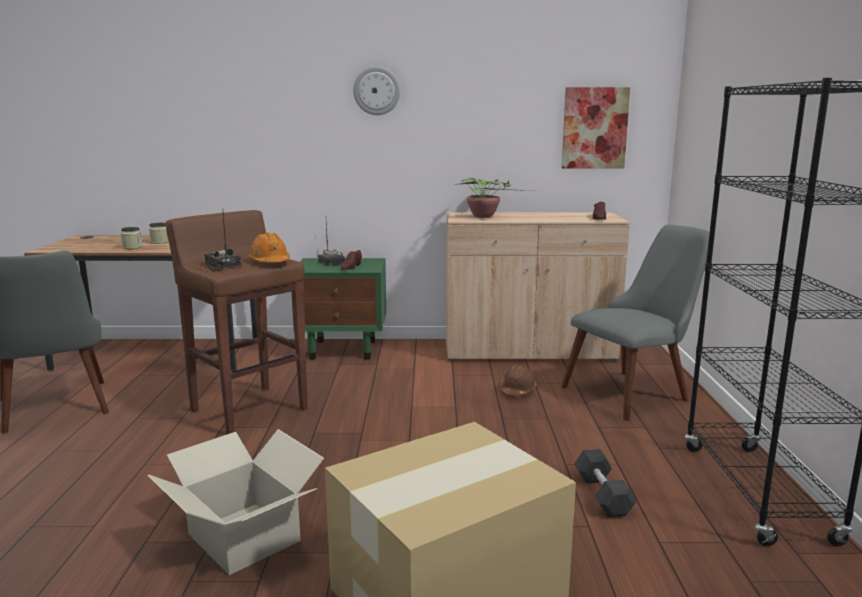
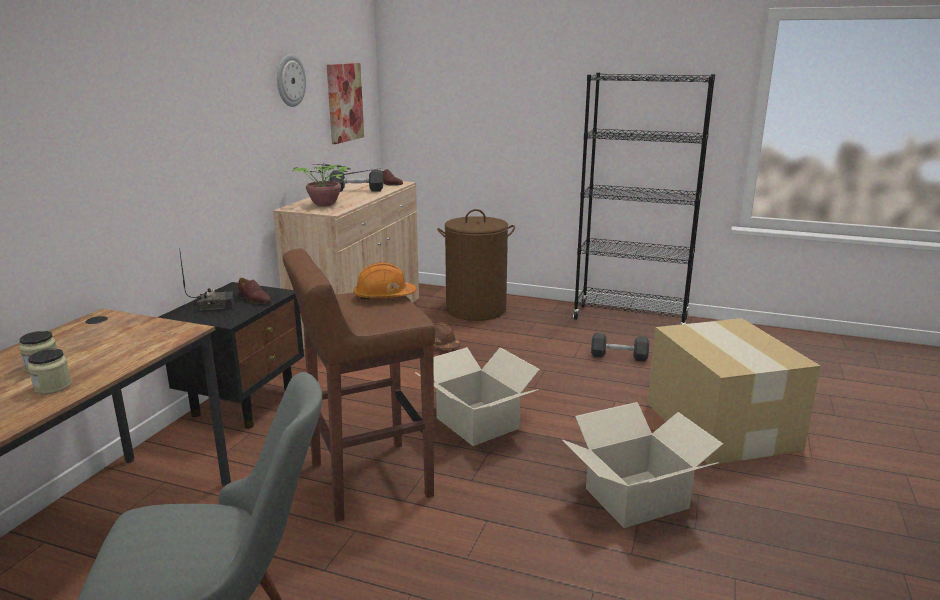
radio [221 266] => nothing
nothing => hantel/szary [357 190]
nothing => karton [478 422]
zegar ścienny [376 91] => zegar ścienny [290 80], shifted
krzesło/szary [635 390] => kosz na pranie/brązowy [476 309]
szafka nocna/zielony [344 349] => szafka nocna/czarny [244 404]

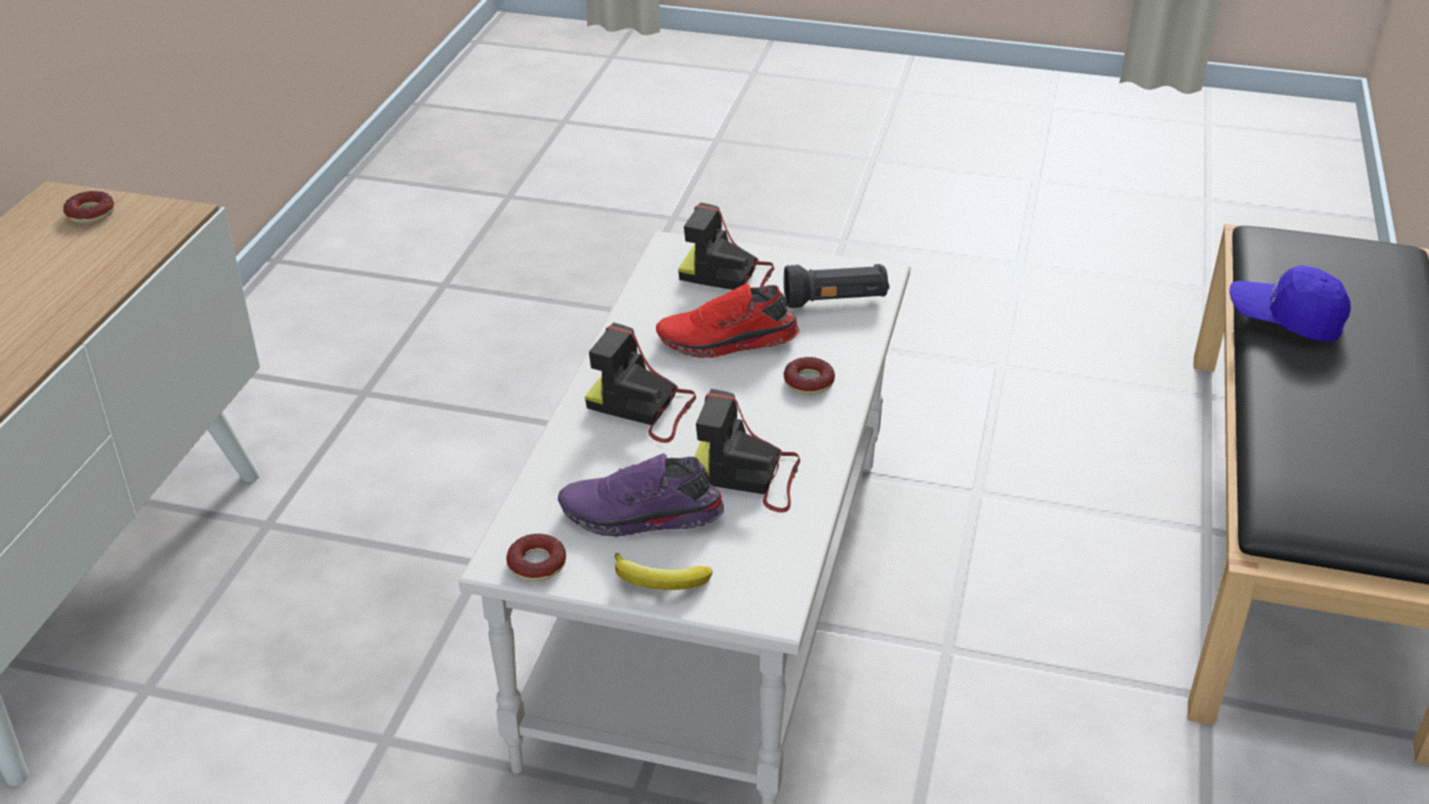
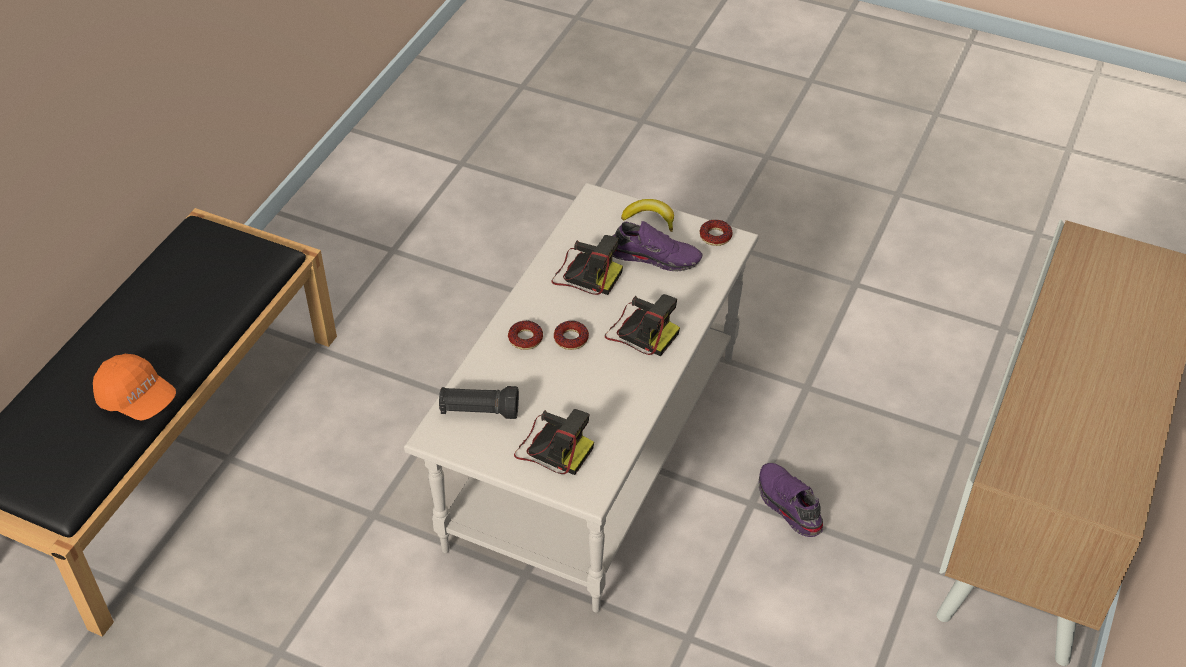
but/czerwony [727 342] => nothing
nothing => but/fioletowy [787 505]
donut [90 213] => donut [571 338], shifted
czapka z daszkiem/niebieski [1285 320] => czapka z daszkiem/pomarańczowy [137 399]

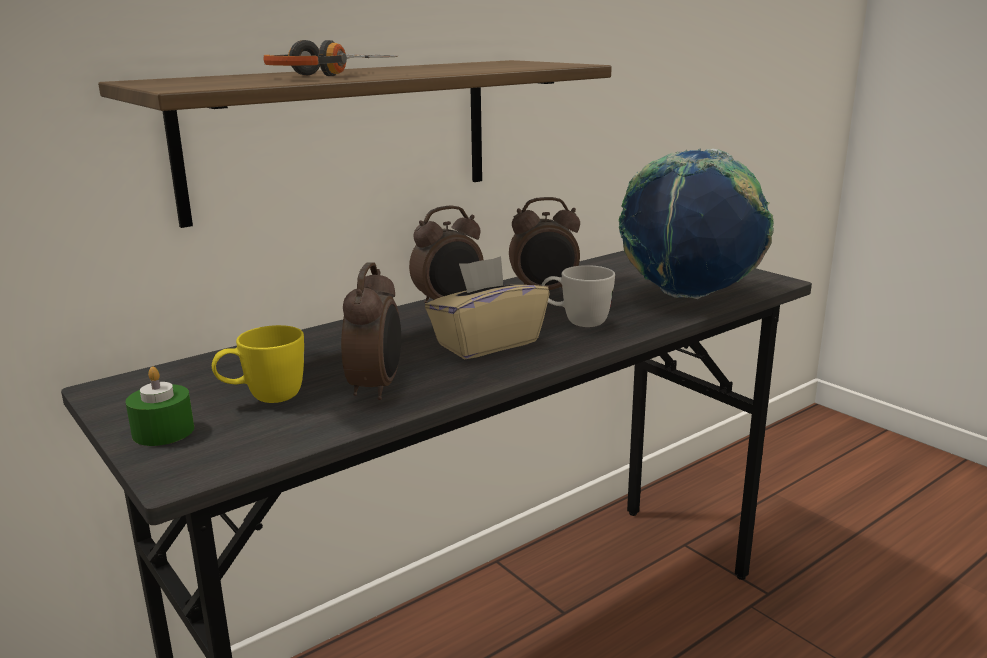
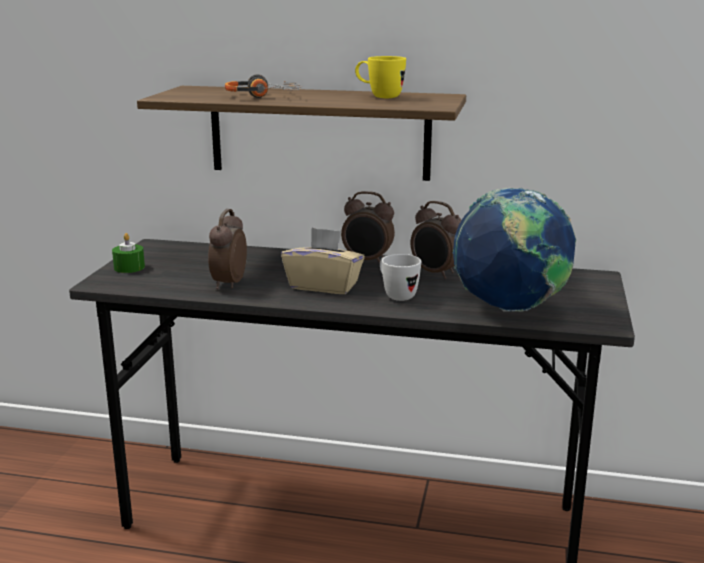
kubek/żółty [264 399] => kubek/żółty [379 97], shifted
budzik [377 387] => budzik [228 284], 135 degrees clockwise

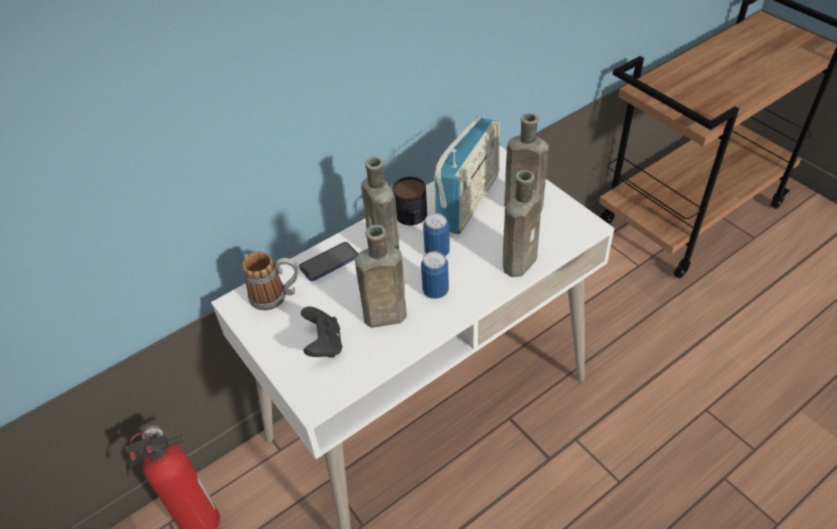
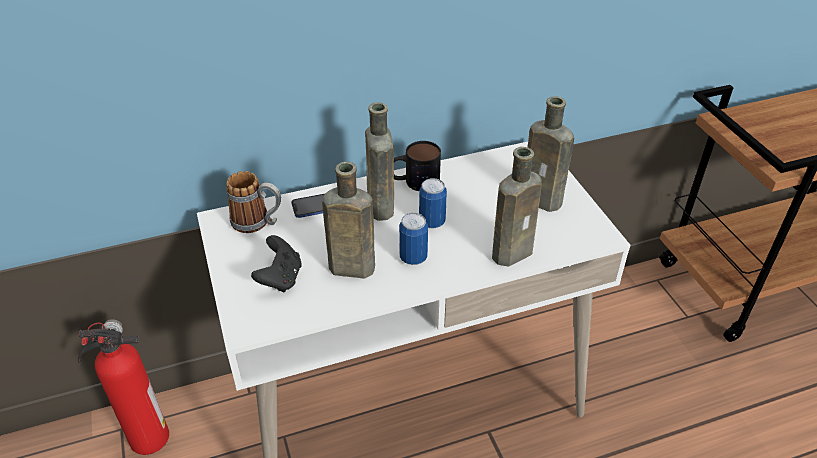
radio [468 201] => nothing

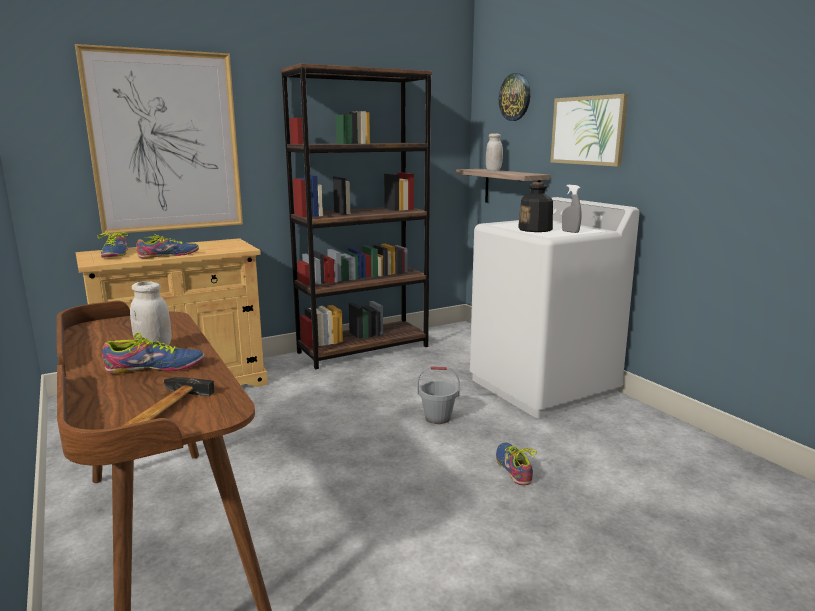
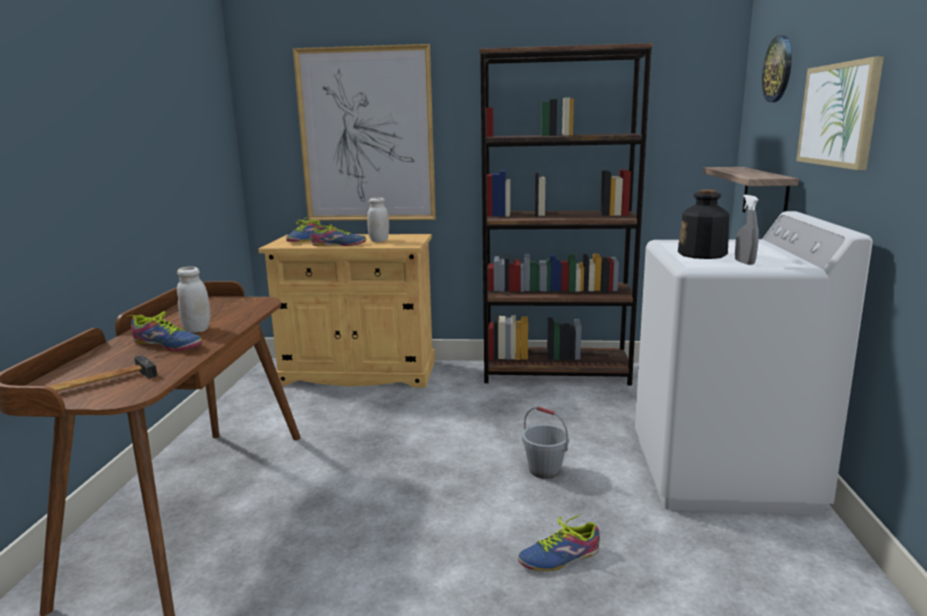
słoik/biały [493 170] => słoik/biały [379 241], shifted
but [513 468] => but [560 557], 135 degrees counterclockwise

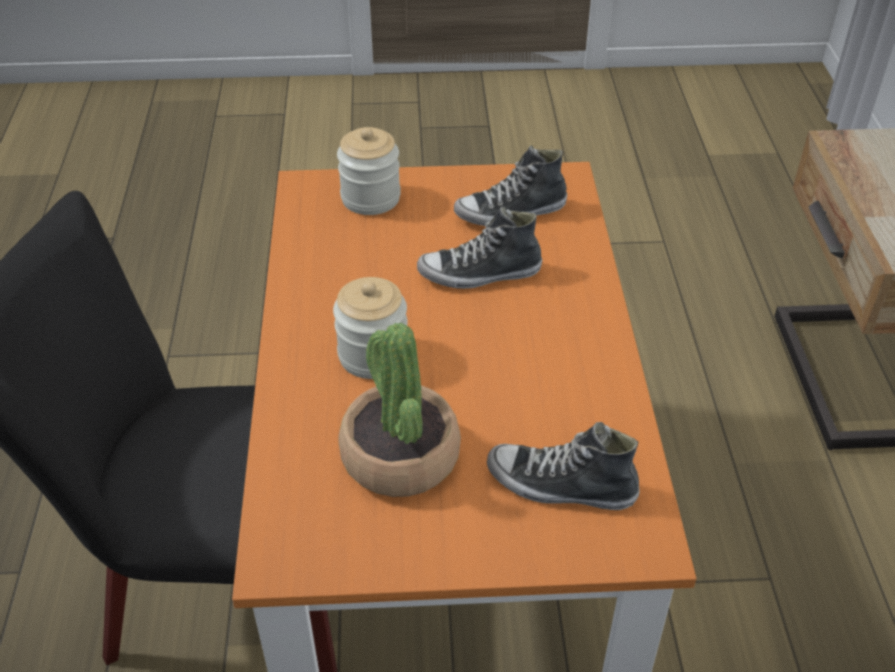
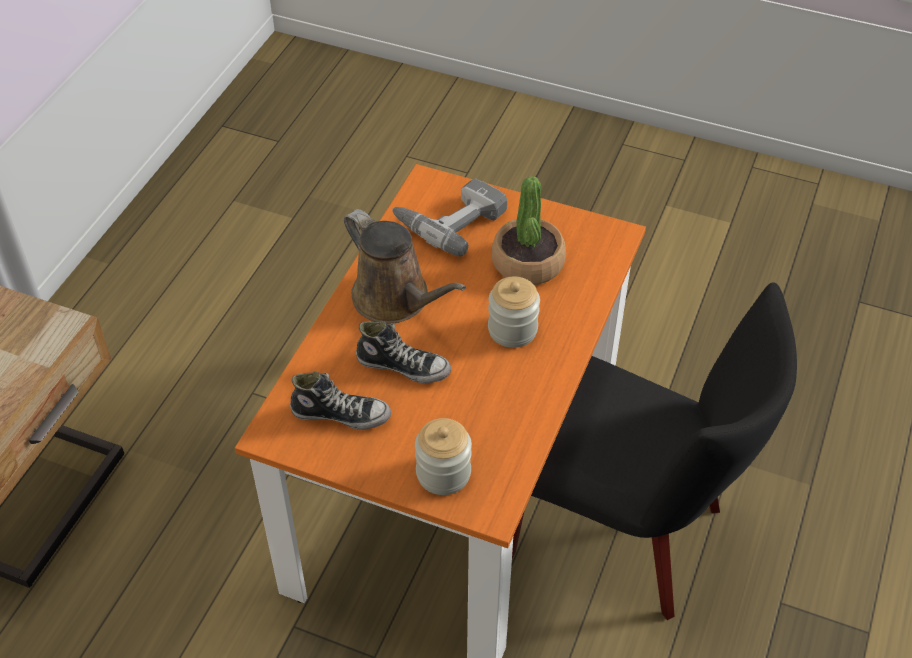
nothing => konewka/brązowy [396 299]
but [560 486] => wiertarka [450 219]

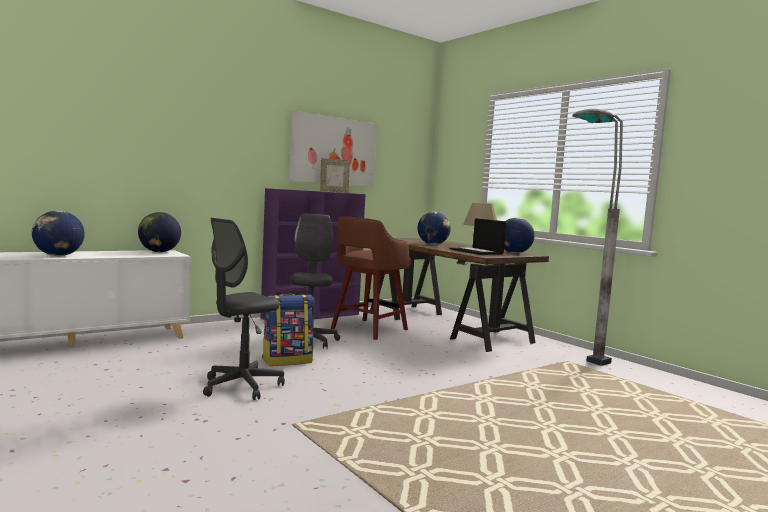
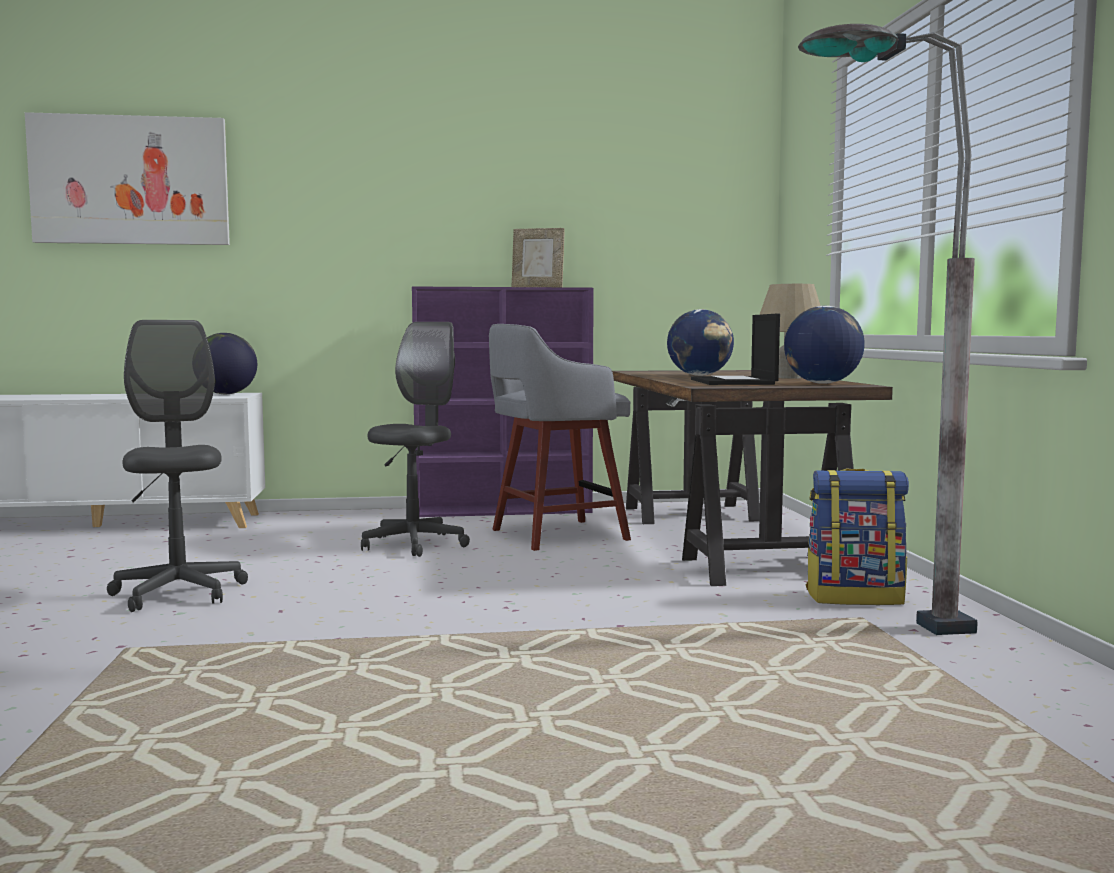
globus [58 256] => nothing
plecak [287 360] => plecak [855 597], shifted
obraz [333 151] => obraz [130 180], shifted
stołek/brązowy [367 329] => stołek/szary [555 535]
krzesło biurowe/szary [241 386] => krzesło biurowe/szary [178 593], 90 degrees clockwise

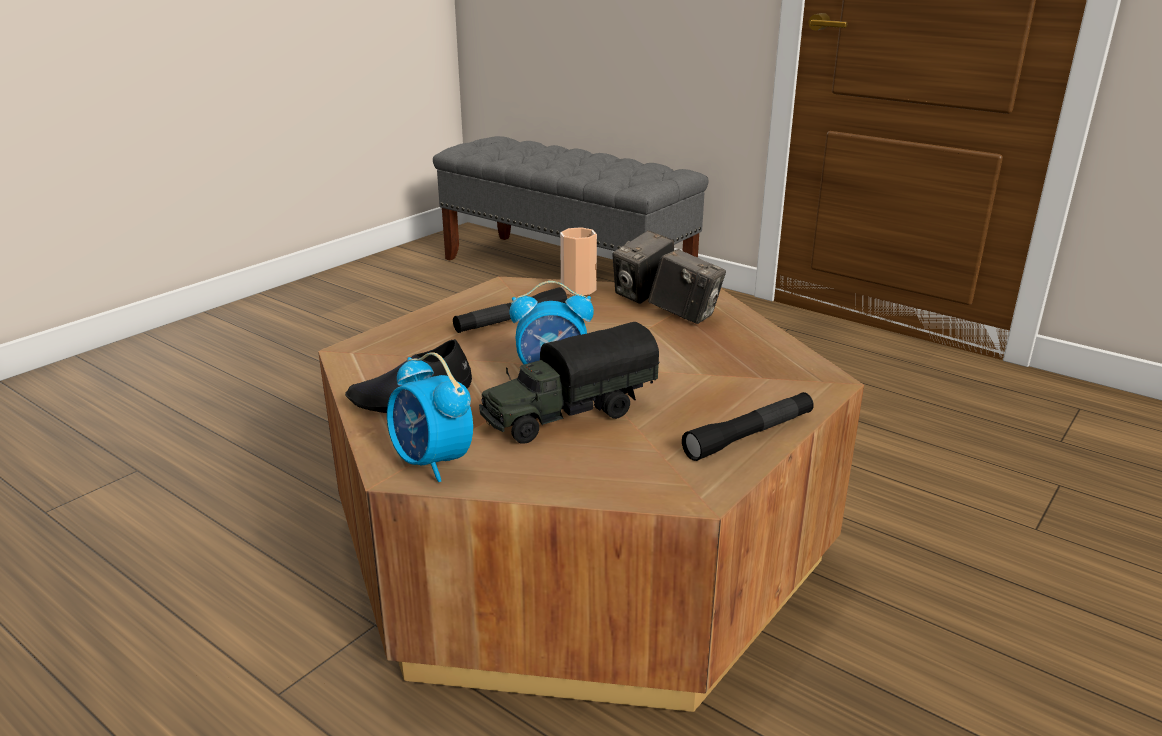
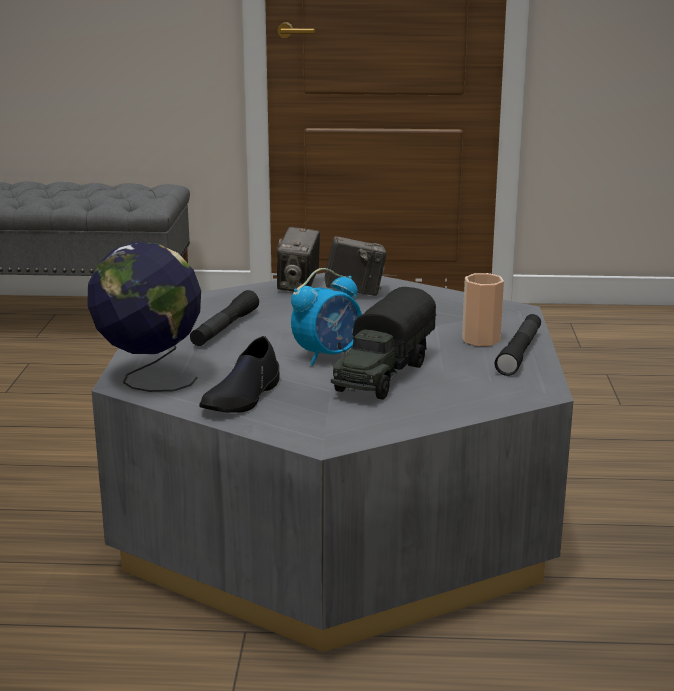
budzik [432 463] => nothing
nothing => globus [149 378]
filiżanka [578 289] => filiżanka [481 339], shifted
ława/brązowy [581 542] => ława/szary [337 516]

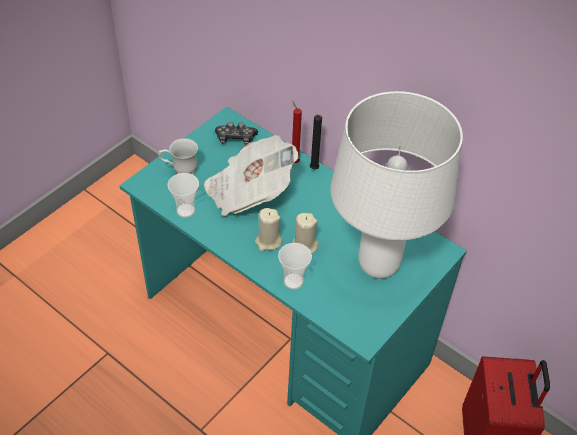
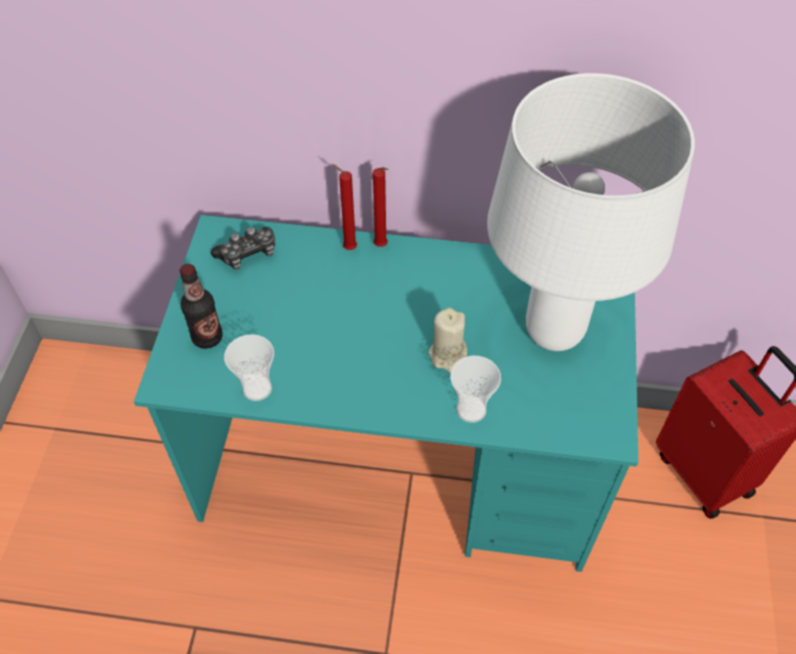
gazeta [249 191] => nothing
świeca/beżowy [268 241] => nothing
kubek/biały [180 172] => butelka [207 337]
świeca/czarny [314 170] => świeca/czerwony [382 247]

